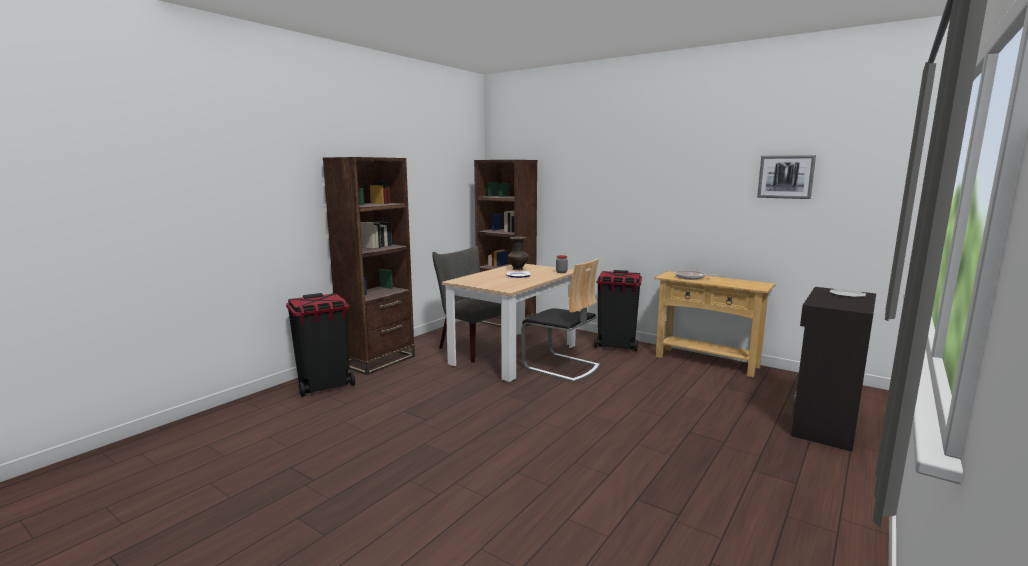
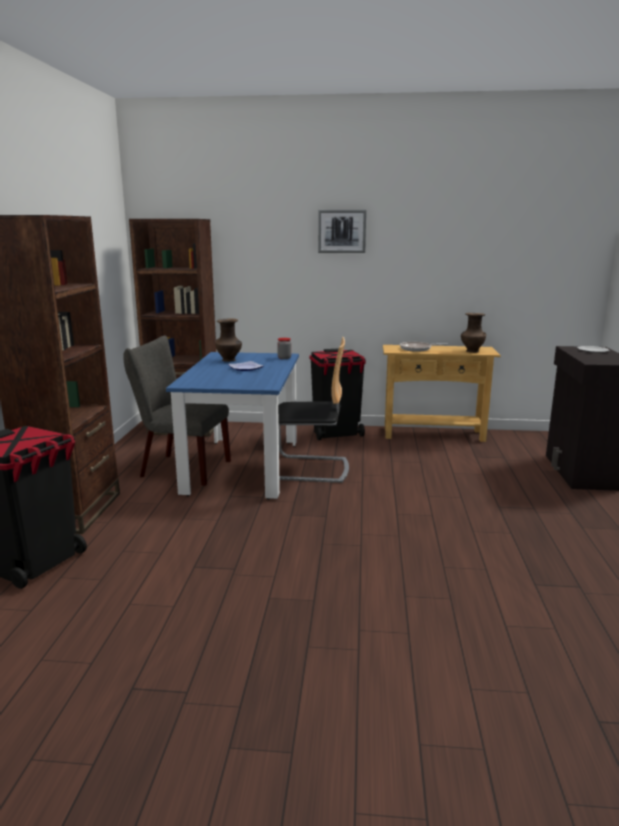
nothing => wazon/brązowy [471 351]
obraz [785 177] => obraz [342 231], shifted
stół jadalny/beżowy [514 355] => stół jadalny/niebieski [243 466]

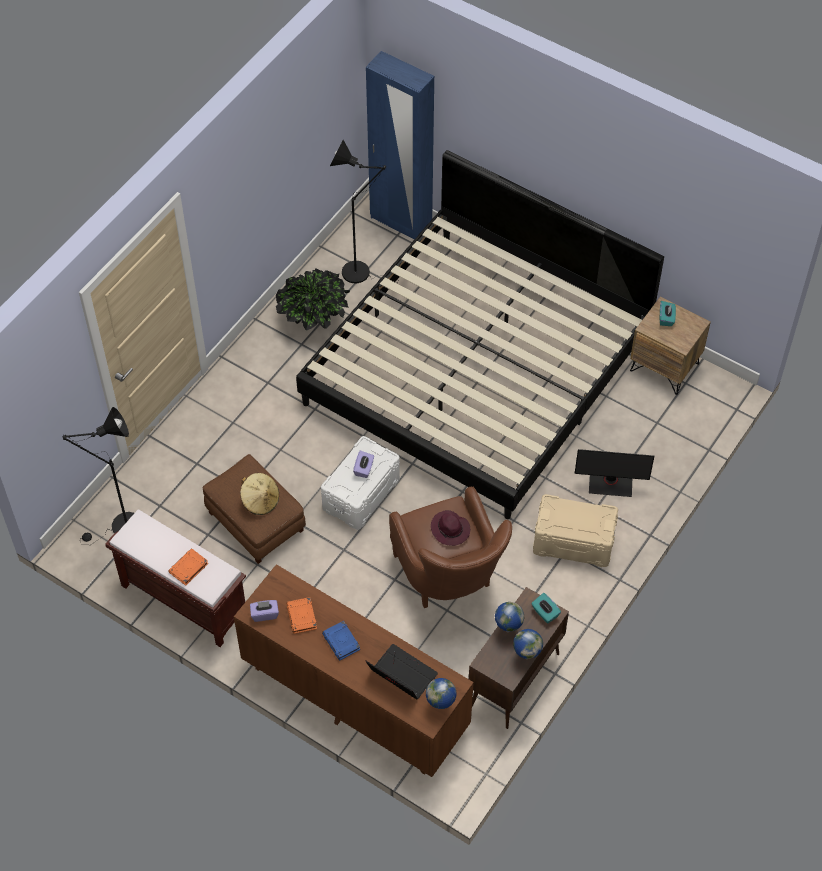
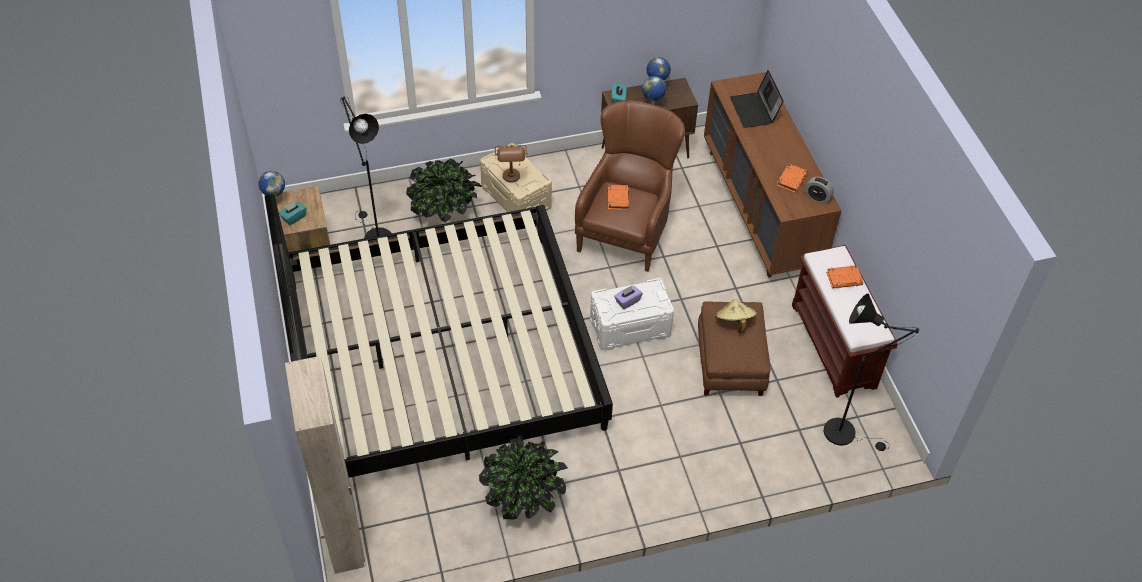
książka/niebieski [341 642] => nothing
nothing => lampa stołowa/brązowy [512 180]
lampa stojąca/czarny [361 273] => lampa stojąca/czarny [375 235], shifted
globus [441 706] => globus [275 200], shifted
pudełko chusteczek/fioletowy [264 614] => budzik [817 197]
kapelusz/fioletowy [450 530] => książka/pomarańczowy [618 199]
monitor [610 482] => roślina doniczkowa [446 213]
szafa/niebieski [400 223] => szafa/beżowy [345 538]

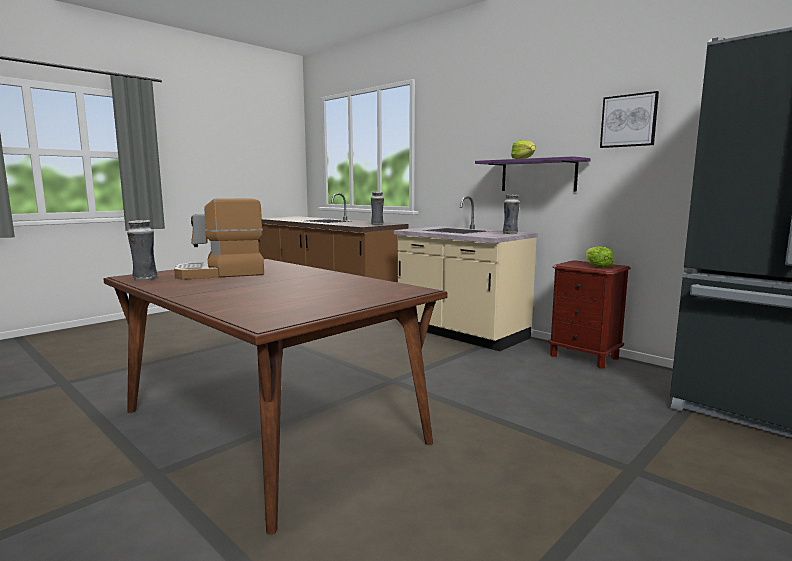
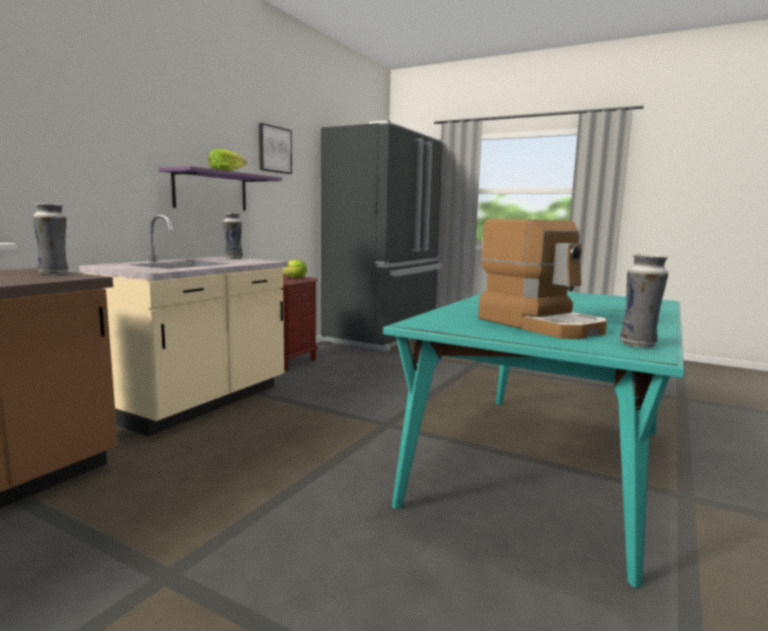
stół jadalny/brązowy [272 426] => stół jadalny/turkusowy [543 463]

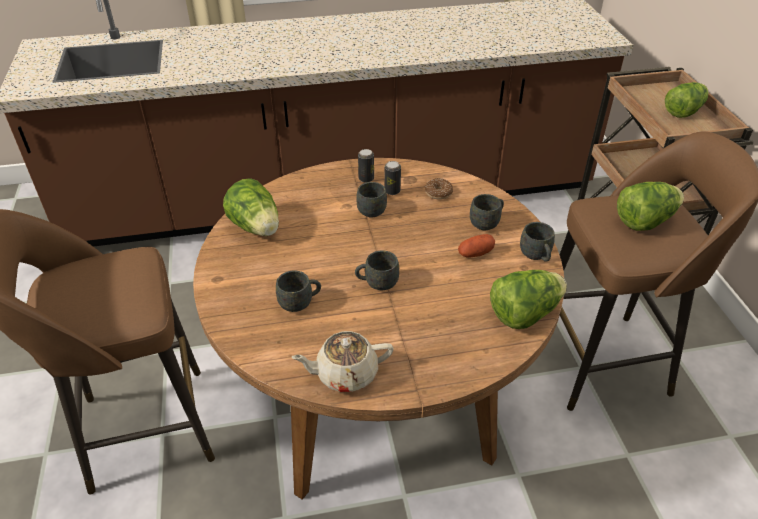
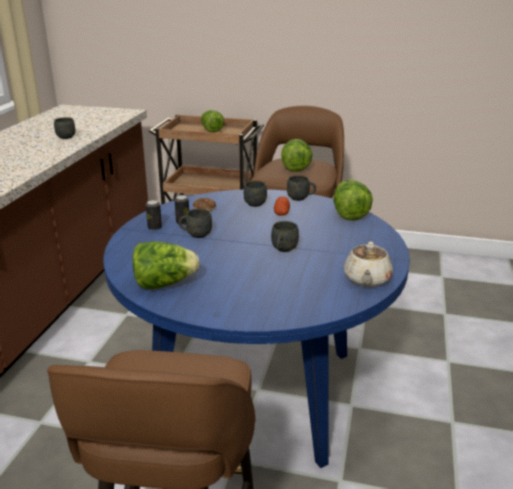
kubek/szary [300 303] => kubek/szary [67 136], shifted
stół jadalny/brązowy [379 398] => stół jadalny/niebieski [256 390]

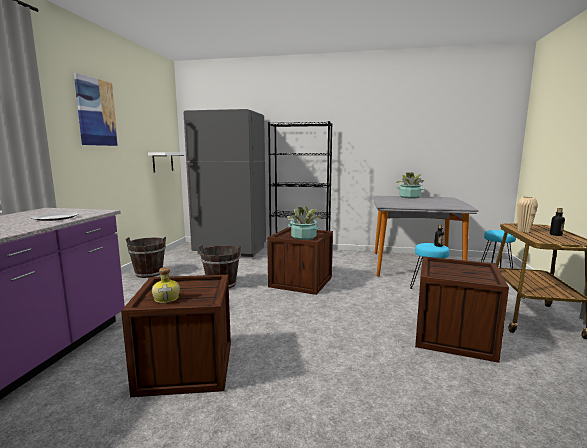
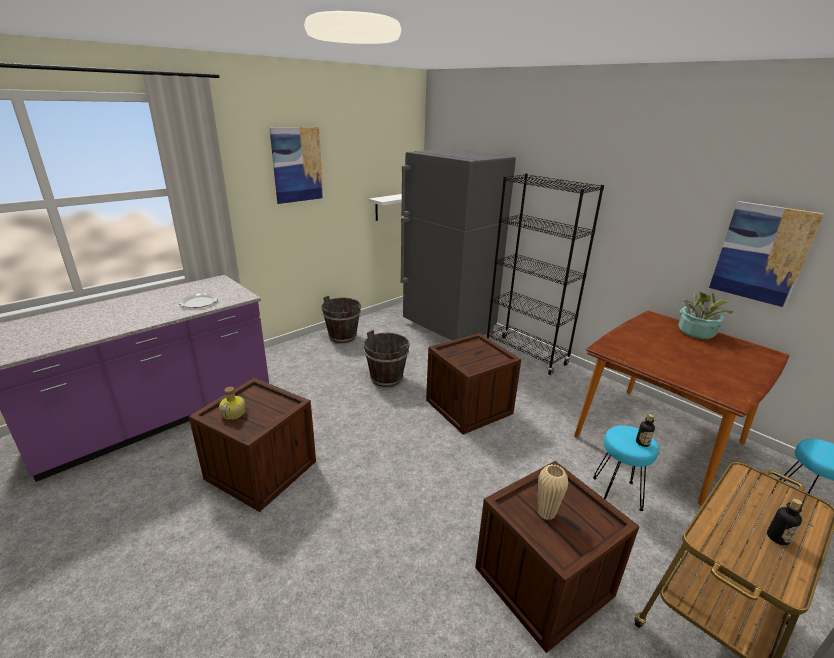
roślina doniczkowa [303 237] => nothing
nothing => obraz [761 253]
wazon/beżowy [523 231] => wazon/beżowy [546 513], shifted
stół jadalny/szary [414 266] => stół jadalny/brązowy [659 439]

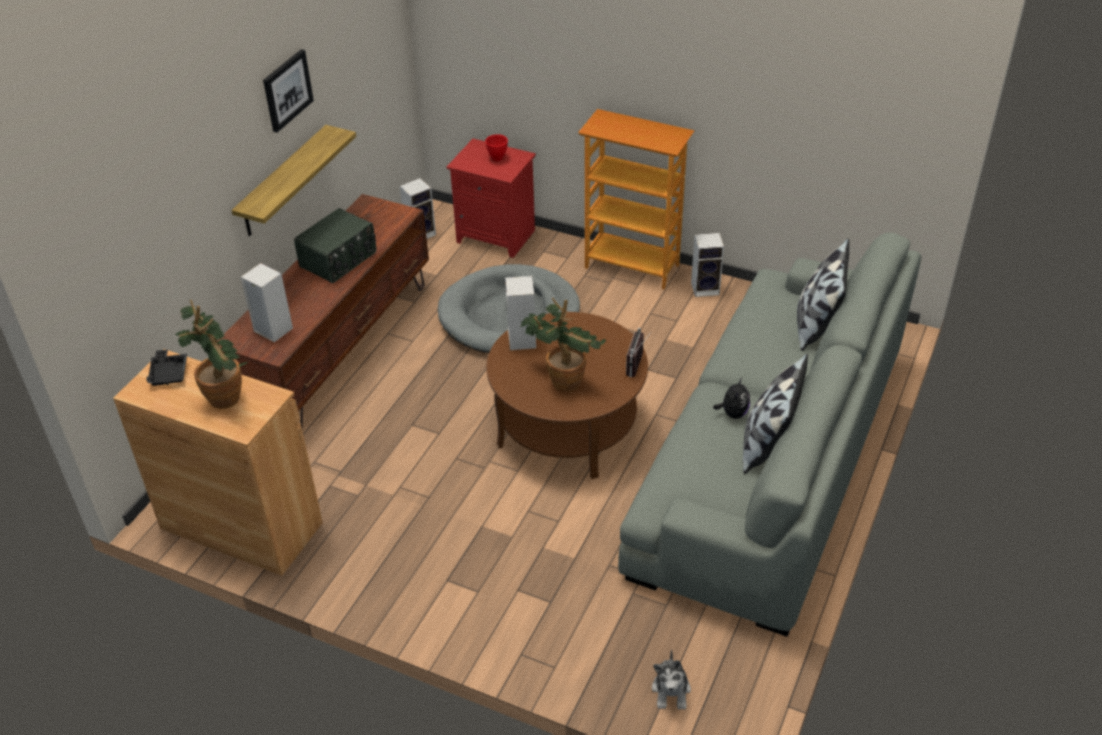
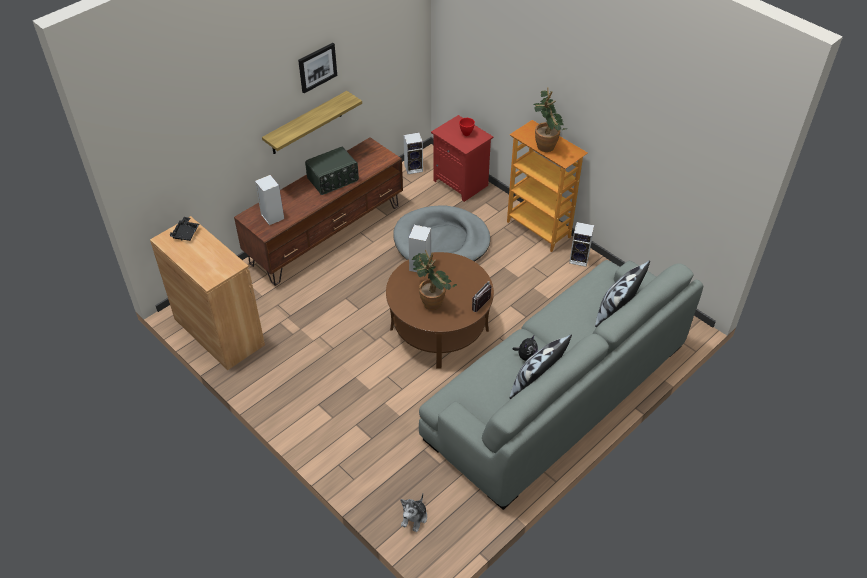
roślina doniczkowa [225 392] => roślina doniczkowa [546 144], shifted

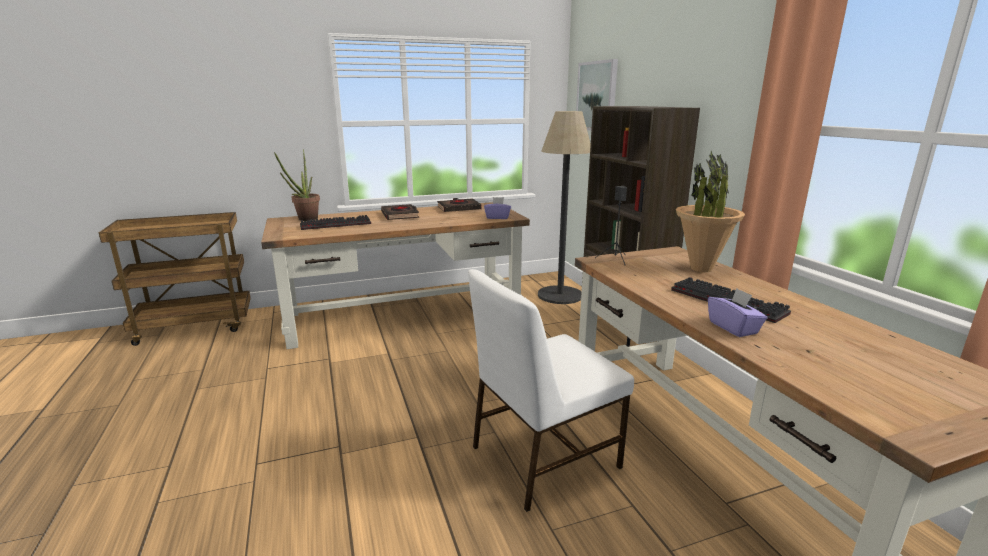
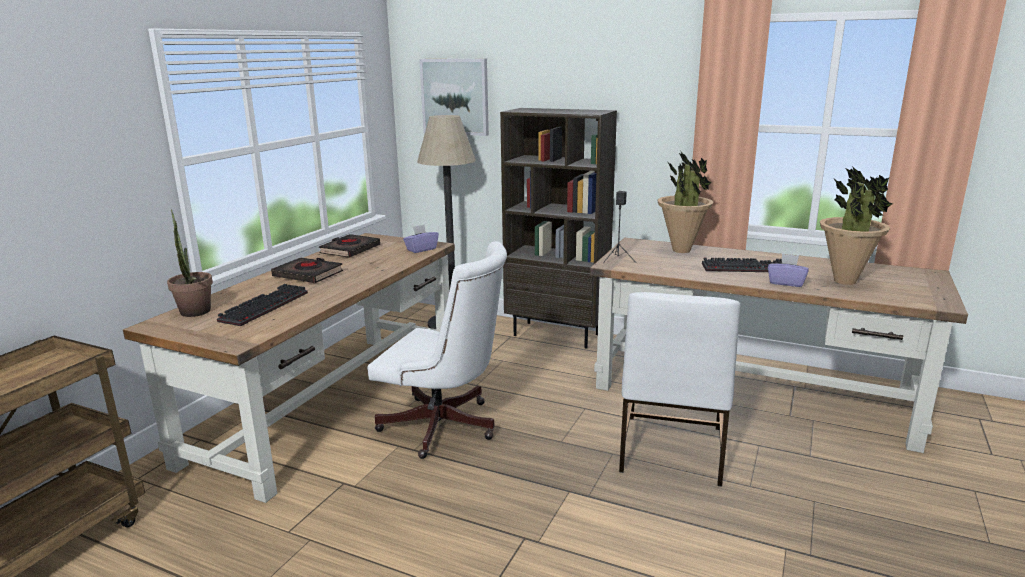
nothing => krzesło biurowe/biały [445 428]
nothing => roślina doniczkowa [845 281]

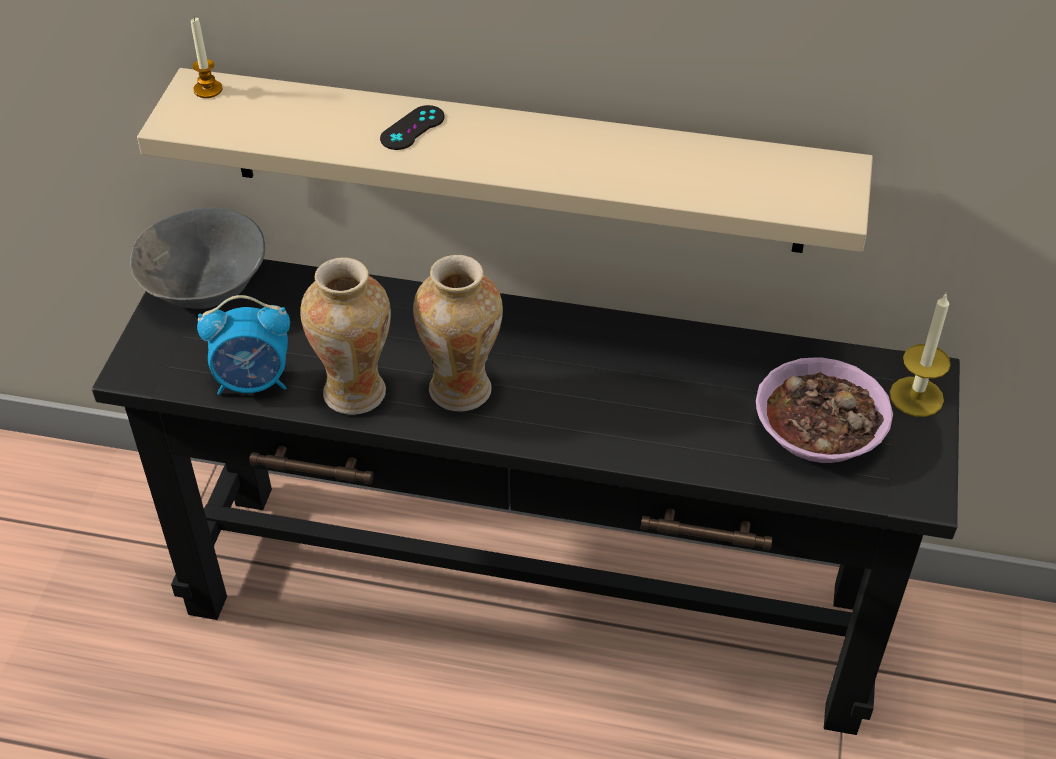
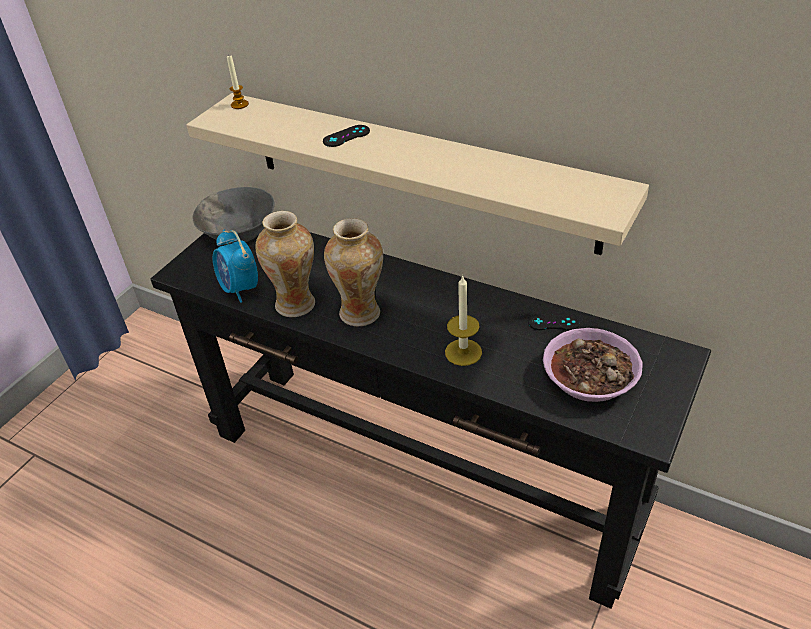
nothing => pad do gier/czarny [553 322]
świeca [916 396] => świeca [463 352], shifted
budzik [254 382] => budzik [240 289], 45 degrees clockwise

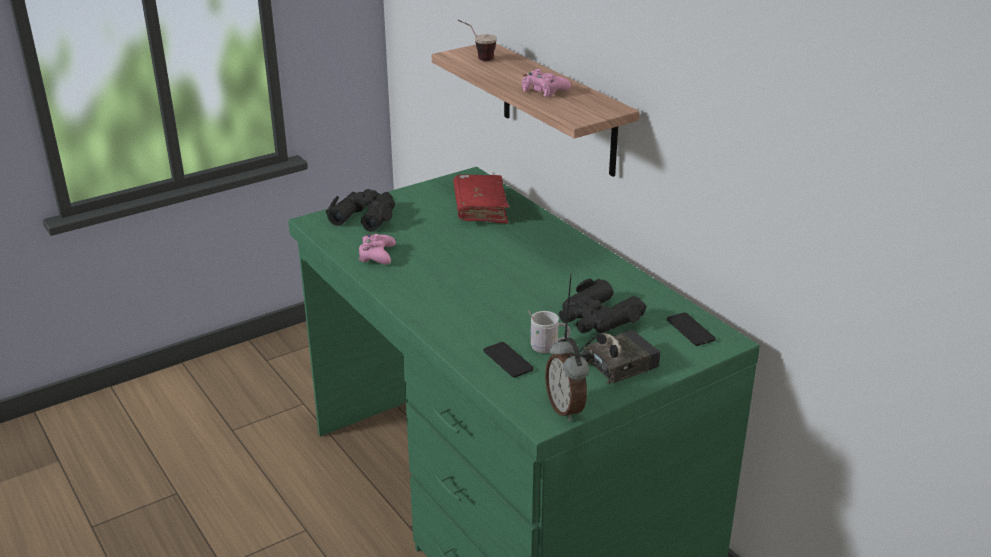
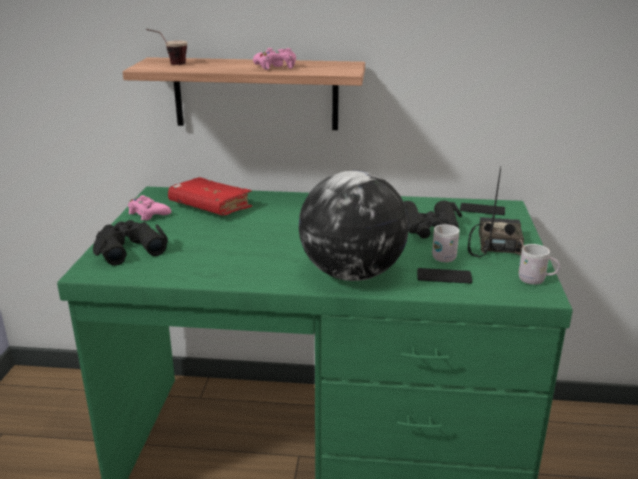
nothing => globus [351 274]
pad do gier/różowy [377 255] => pad do gier/różowy [148 214], shifted
budzik [566 408] => kubek/biały [535 281]

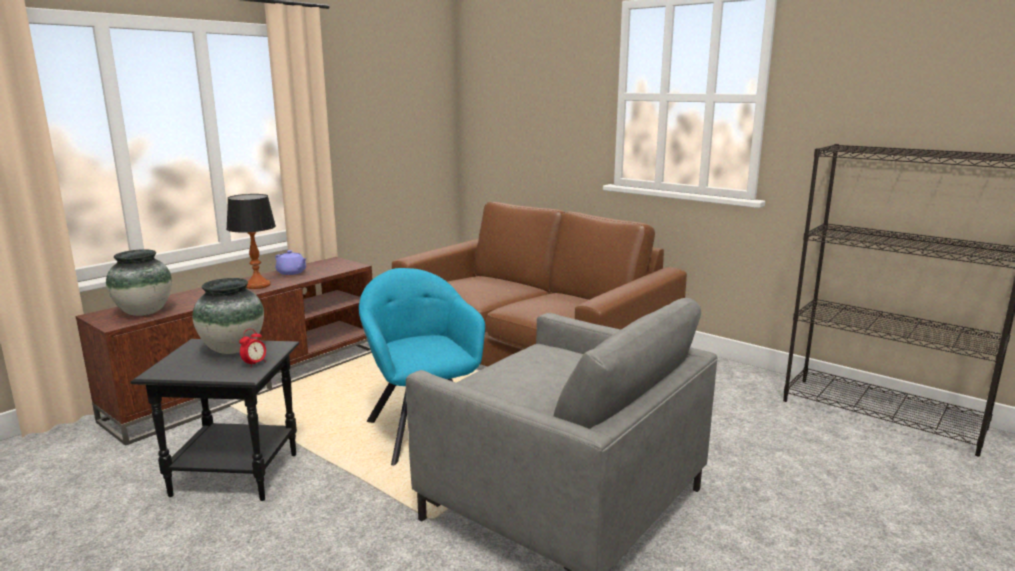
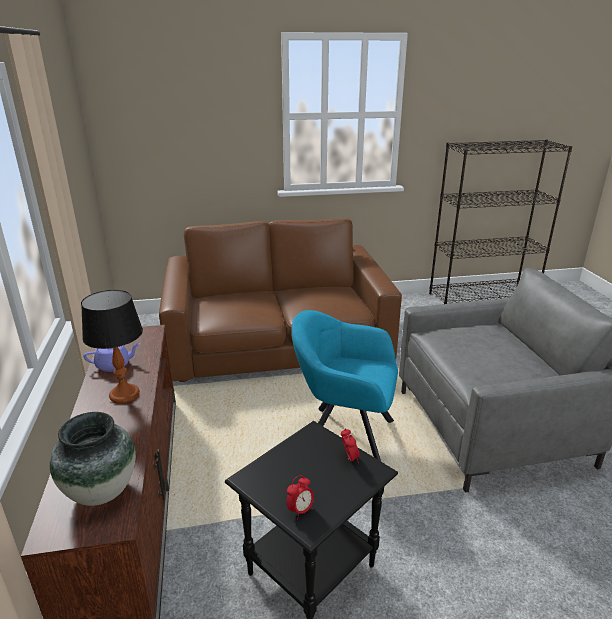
wazon [233 349] => nothing
nothing => budzik [300 510]

